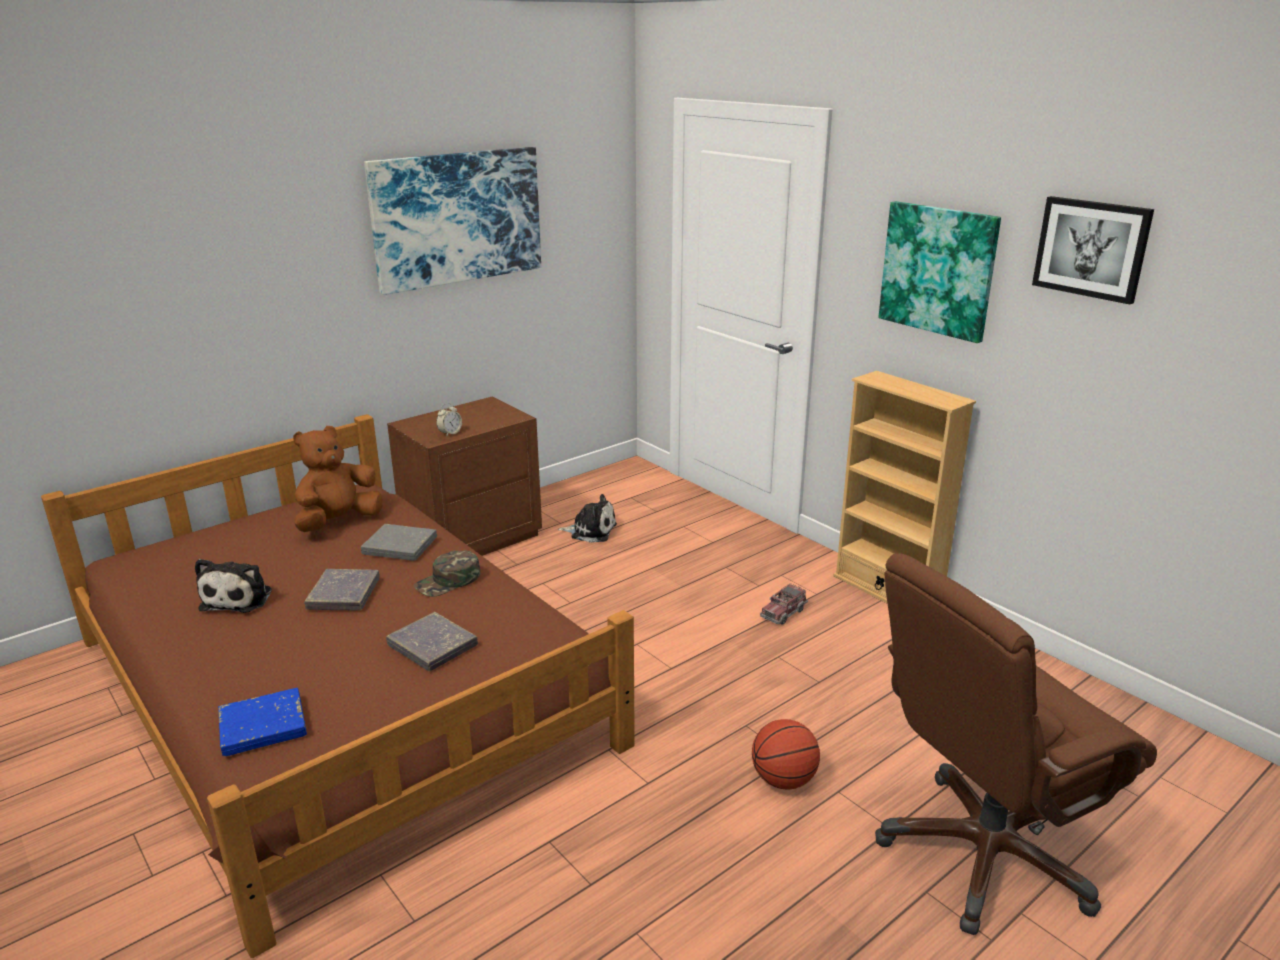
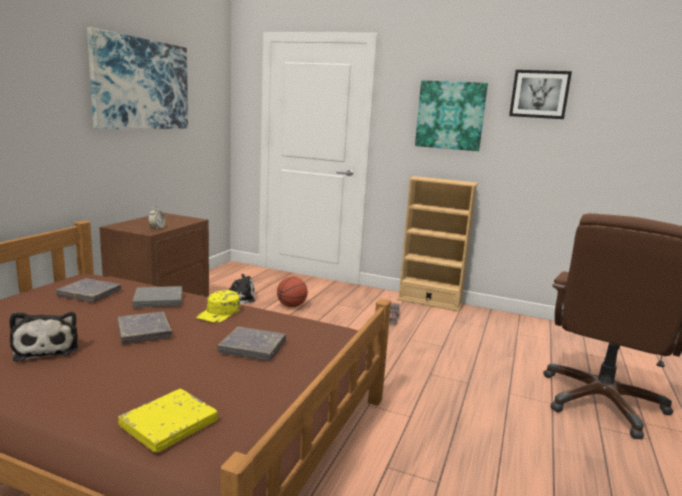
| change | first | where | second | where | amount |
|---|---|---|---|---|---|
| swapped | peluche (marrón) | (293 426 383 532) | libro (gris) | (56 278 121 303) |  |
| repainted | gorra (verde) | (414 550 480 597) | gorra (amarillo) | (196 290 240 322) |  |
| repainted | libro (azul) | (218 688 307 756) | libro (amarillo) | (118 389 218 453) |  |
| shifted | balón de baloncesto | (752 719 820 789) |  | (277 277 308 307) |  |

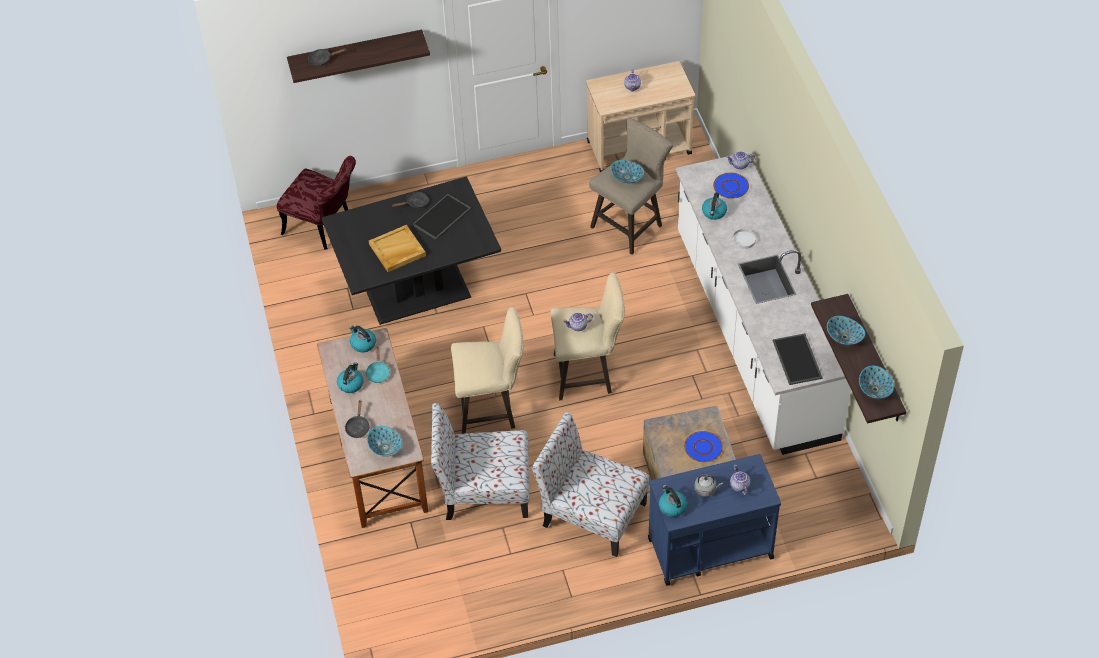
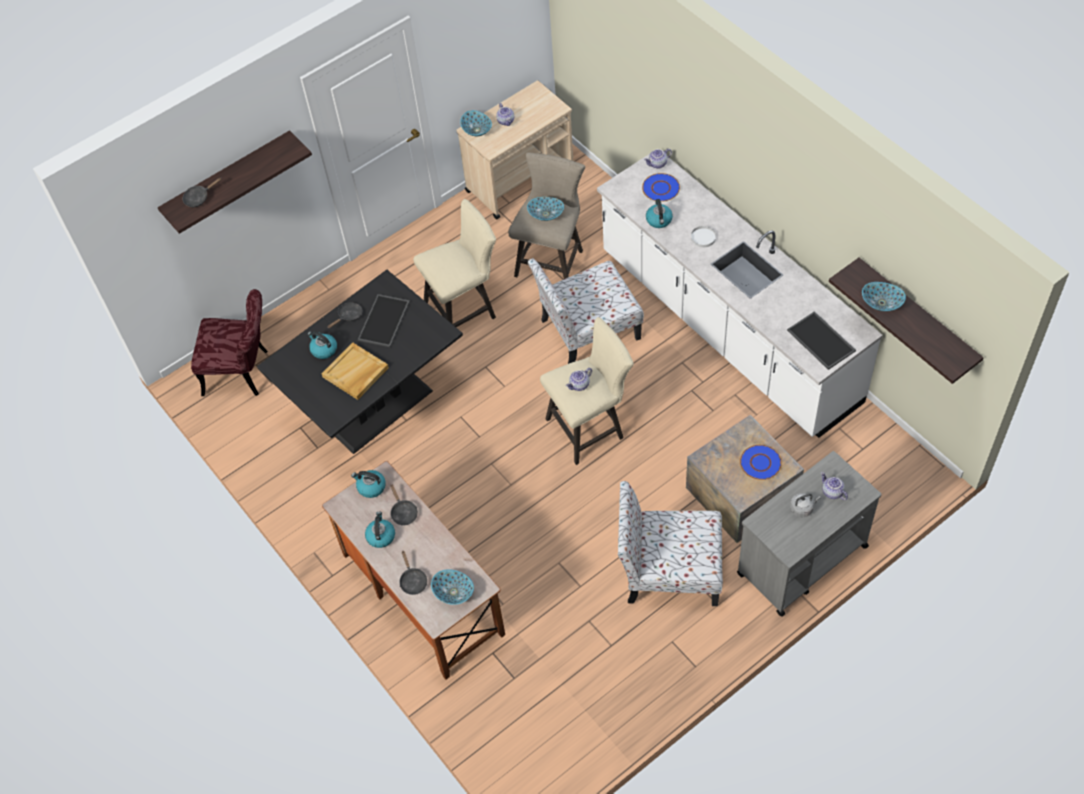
| change | first | where | second | where | amount |
|---|---|---|---|---|---|
| shifted | taburete (beis) | (451 307 524 434) |  | (413 199 496 327) |  |
| repainted | sartén (turquesa) | (366 346 390 383) | sartén (negro) | (390 485 418 525) |  |
| shifted | cuenco | (859 366 894 399) |  | (460 110 492 136) |  |
| shifted | silla | (431 403 530 520) |  | (528 258 644 364) |  |
| repainted | carrito (azul) | (648 454 781 586) | carrito (gris) | (737 451 881 616) |  |
| shifted | hervidor | (659 485 687 517) |  | (307 331 337 359) |  |

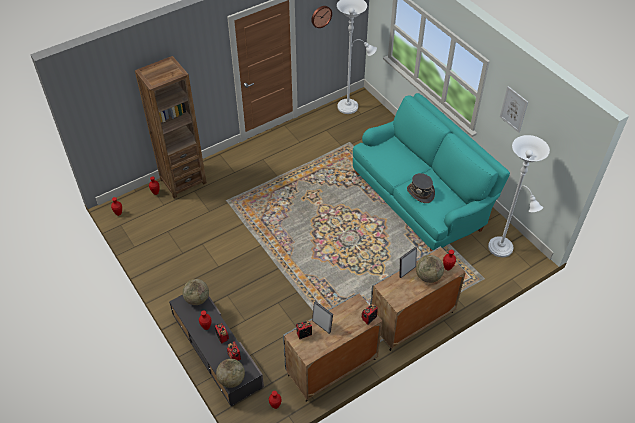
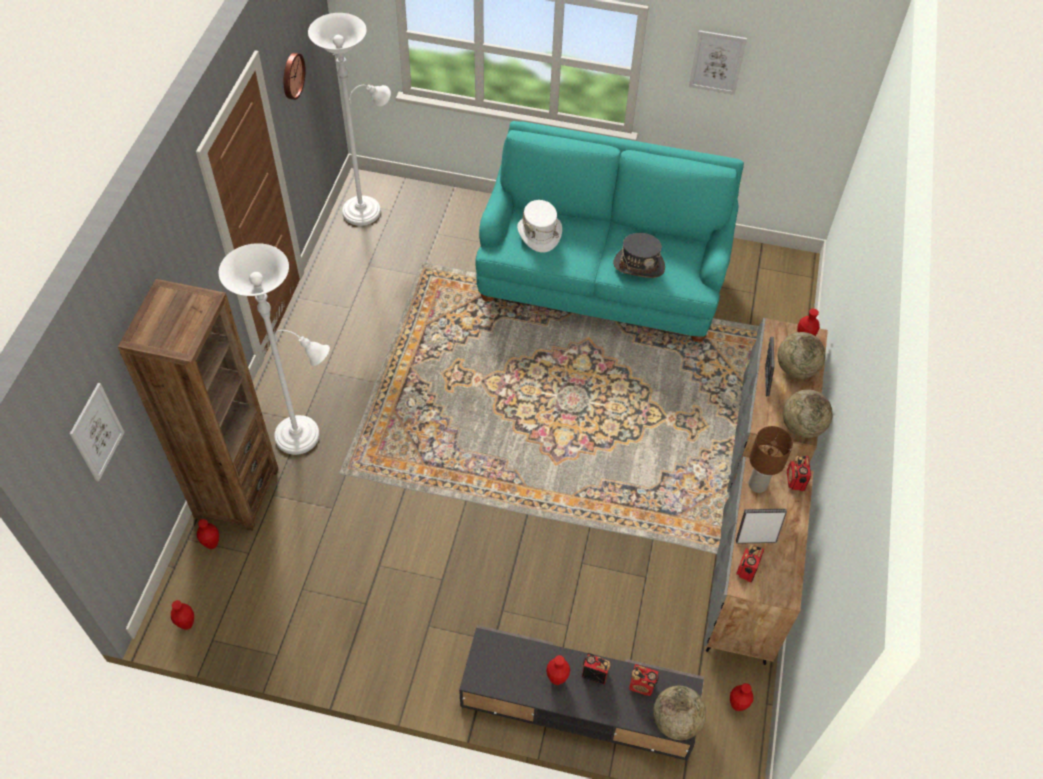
| change | first | where | second | where | amount |
|---|---|---|---|---|---|
| shifted | lámpara de pie (blanco) | (488 135 550 257) |  | (219 243 330 455) |  |
| shifted | globo terráqueo | (182 279 209 305) |  | (783 390 833 438) |  |
| new |  |  | sombrero (blanco) | (517 200 562 252) |  |
| new |  |  | cuadro | (70 383 125 482) |  |
| new |  |  | lámpara de mesa (marrón) | (749 426 793 493) |  |

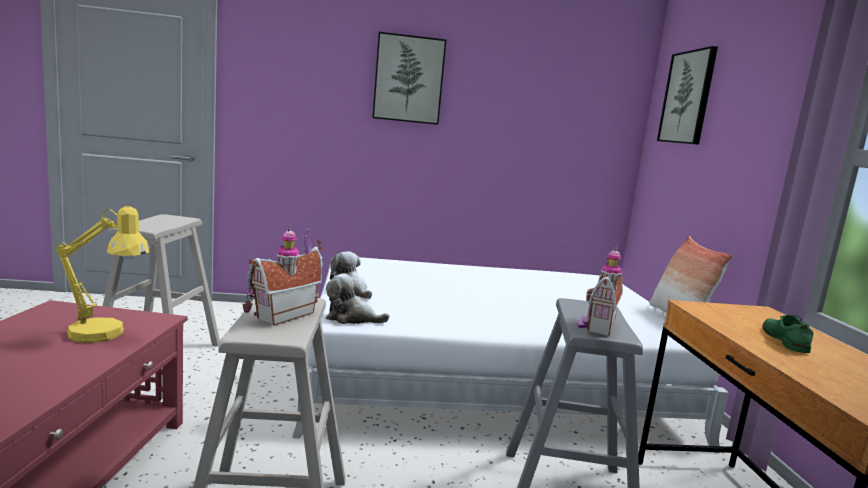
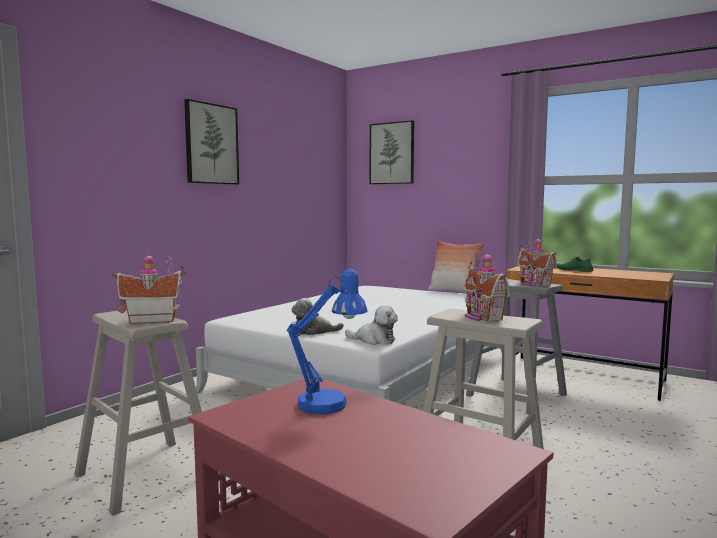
| change | first | where | second | where | amount |
|---|---|---|---|---|---|
| repainted | lámpara de mesa (amarillo) | (55 206 150 343) | lámpara de mesa (azul) | (287 269 368 414) |  |
| rotated | peluche | (326 273 390 324) |  | (345 305 398 345) | 120 degrees counterclockwise |
| new |  |  | casita | (112 252 186 324) |  |

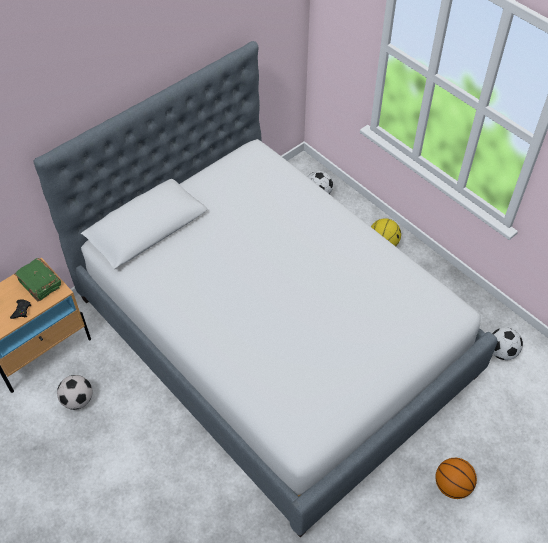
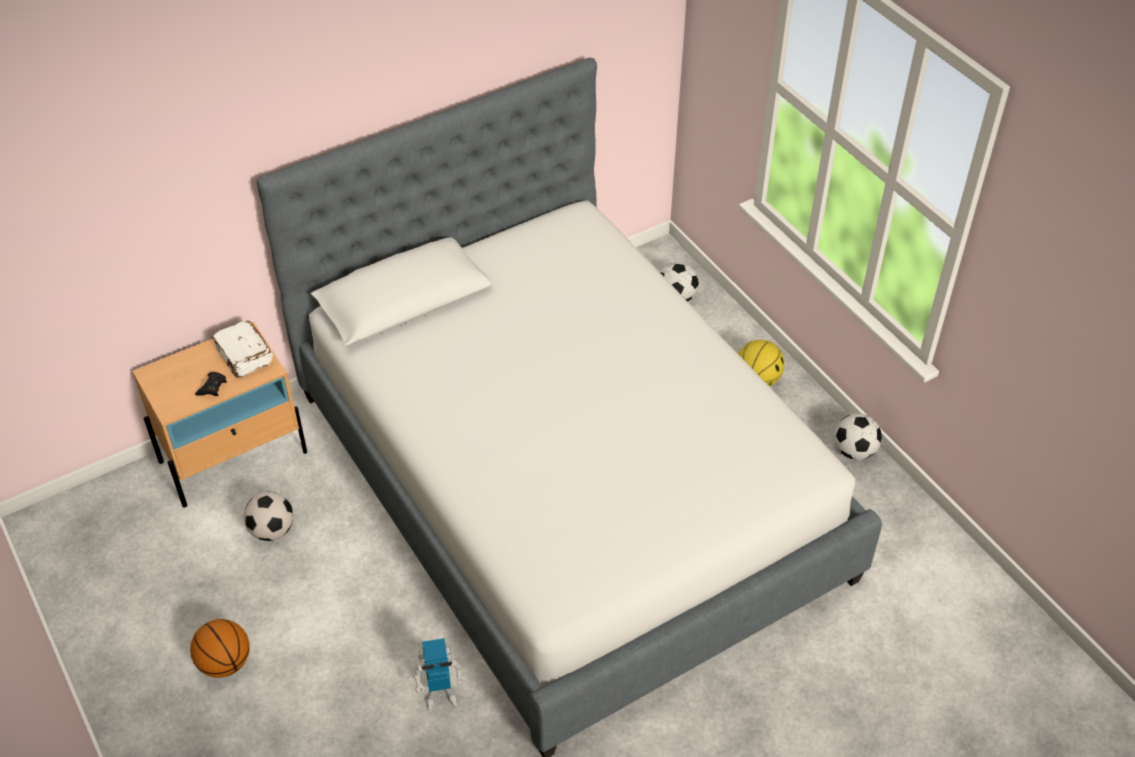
| change | first | where | second | where | amount |
|---|---|---|---|---|---|
| repainted | libro (verde) | (14 258 61 302) | libro (blanco) | (211 320 273 378) |  |
| shifted | balón de fútbol | (492 327 523 360) |  | (834 413 882 460) |  |
| shifted | balón de baloncesto | (436 458 477 499) |  | (190 619 250 678) |  |
| new |  |  | robot de juguete | (413 638 464 711) |  |

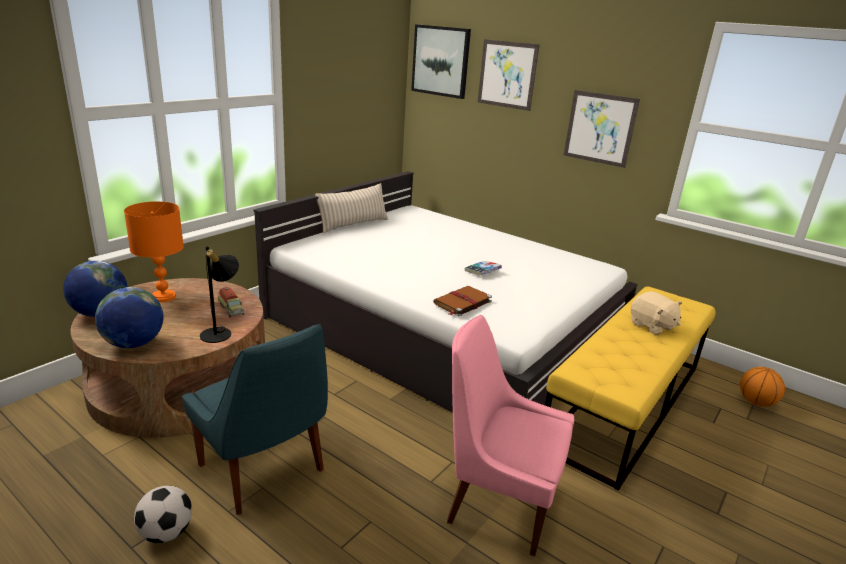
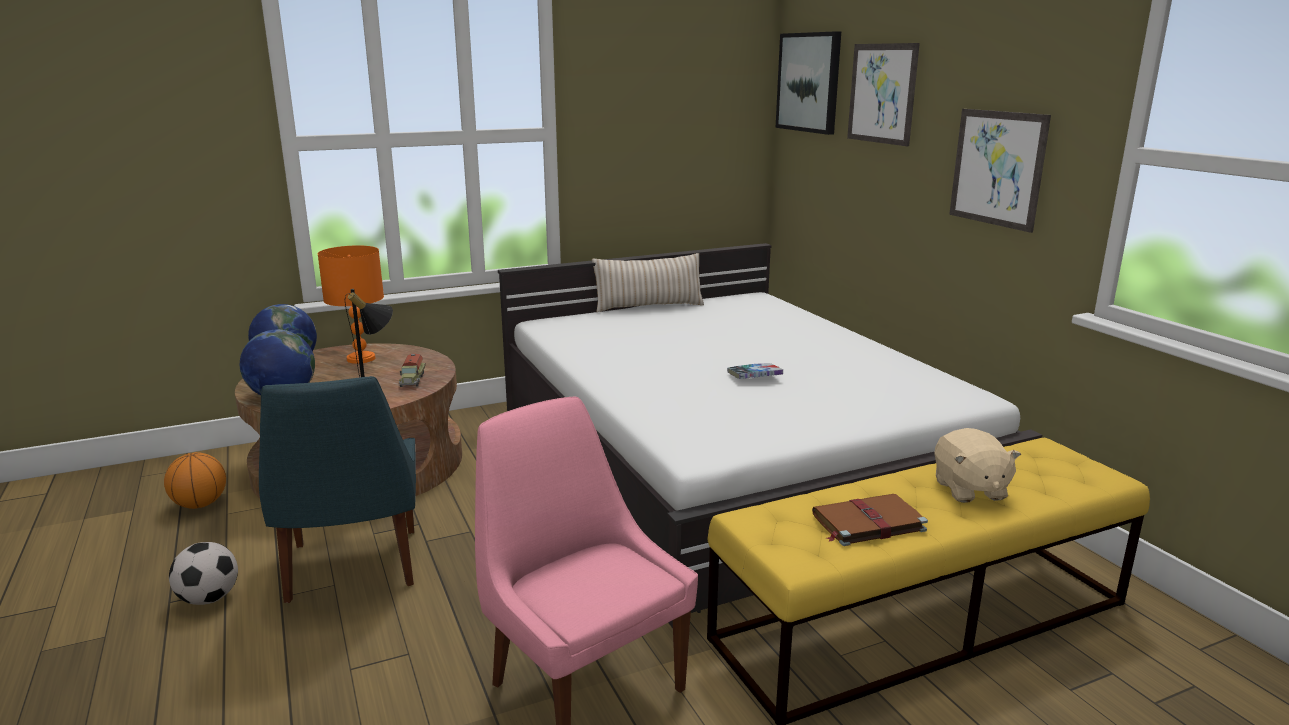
| change | first | where | second | where | amount |
|---|---|---|---|---|---|
| shifted | libro (marrón) | (433 286 492 317) |  | (812 494 928 546) |  |
| shifted | balón de baloncesto | (740 367 785 407) |  | (164 452 226 509) |  |

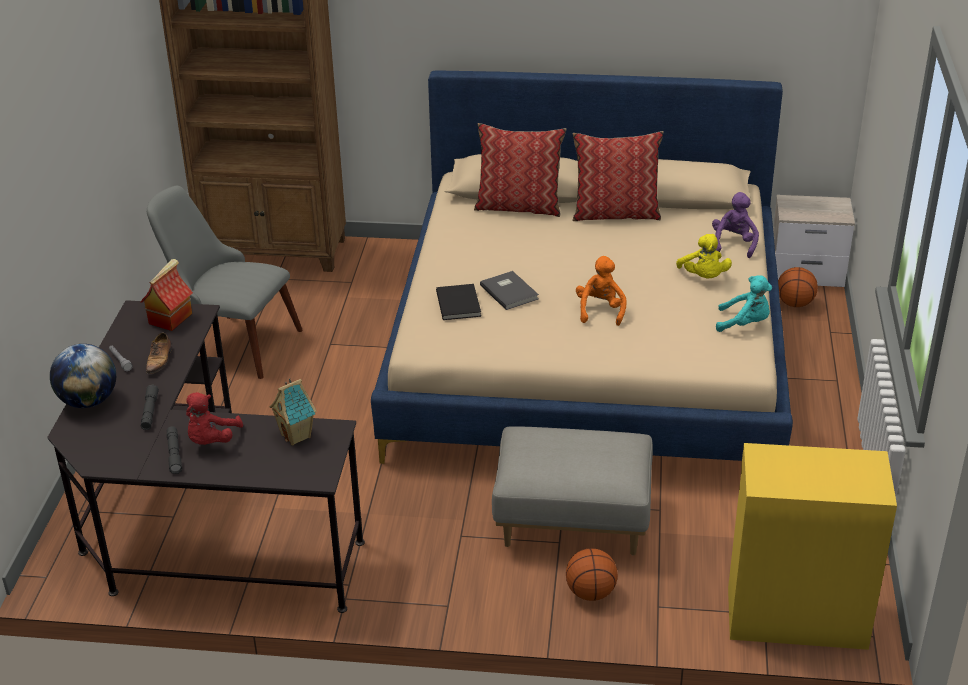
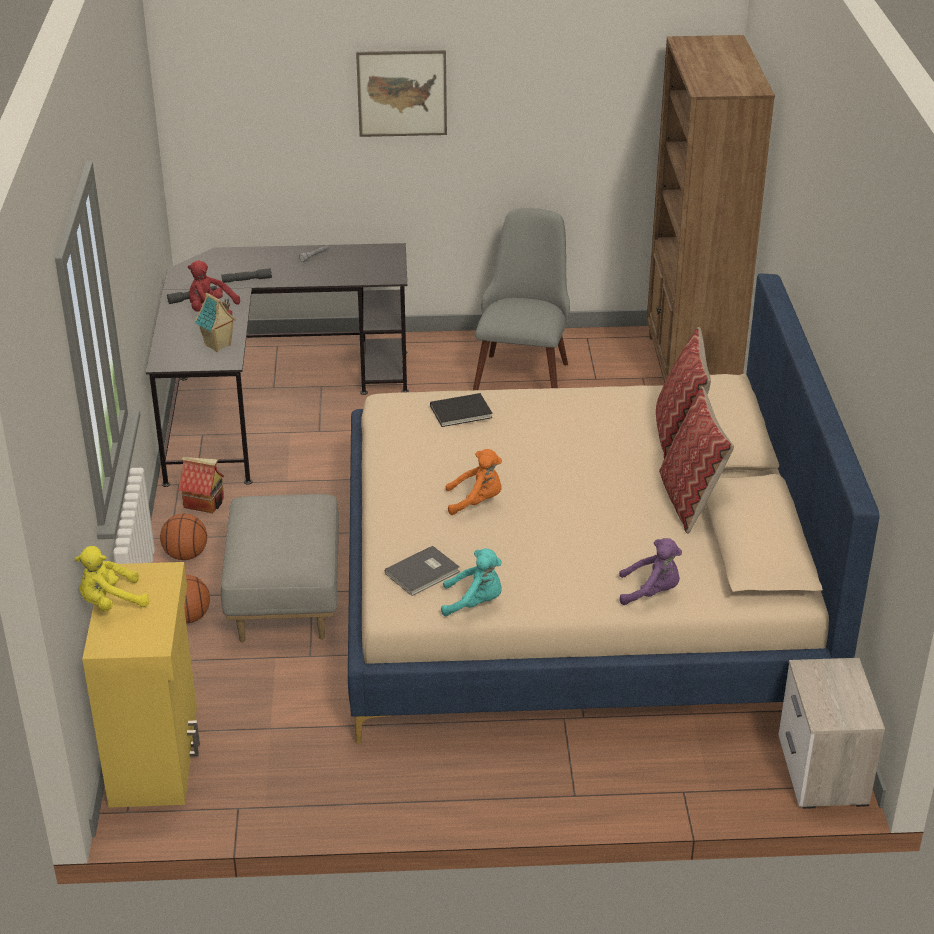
| change | first | where | second | where | amount |
|---|---|---|---|---|---|
| shifted | peluche (amarillo) | (676 234 732 278) |  | (75 546 149 612) |  |
| shifted | casita | (140 259 193 331) |  | (178 457 224 513) |  |
| shifted | balón de baloncesto | (778 267 818 307) |  | (160 514 207 560) |  |
| shifted | libro (gris) | (480 271 539 310) |  | (385 546 460 596) |  |
| rotated | peluche (turquesa) | (716 275 772 332) |  | (441 549 502 616) | 90 degrees counterclockwise |
| gone | zapato | (146 333 172 374) |  |  |  |
| gone | globo terráqueo | (50 344 116 408) |  |  |  |
| new |  |  | cuadro | (356 50 447 137) |  |

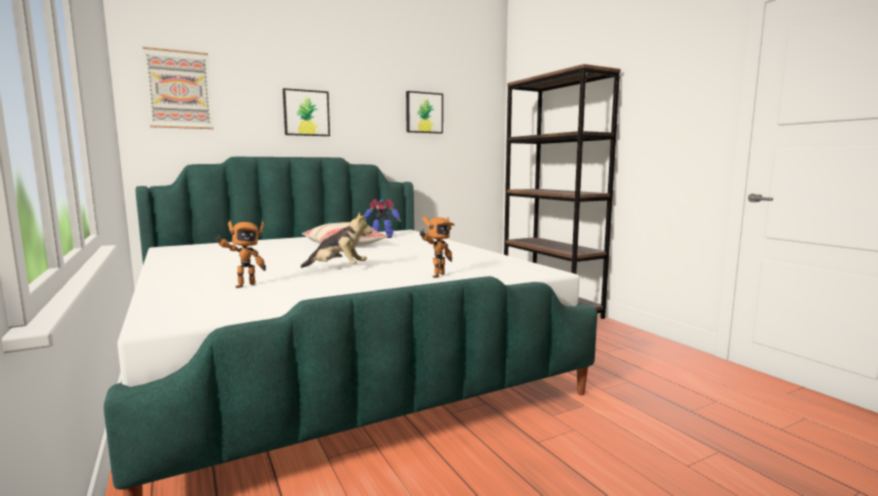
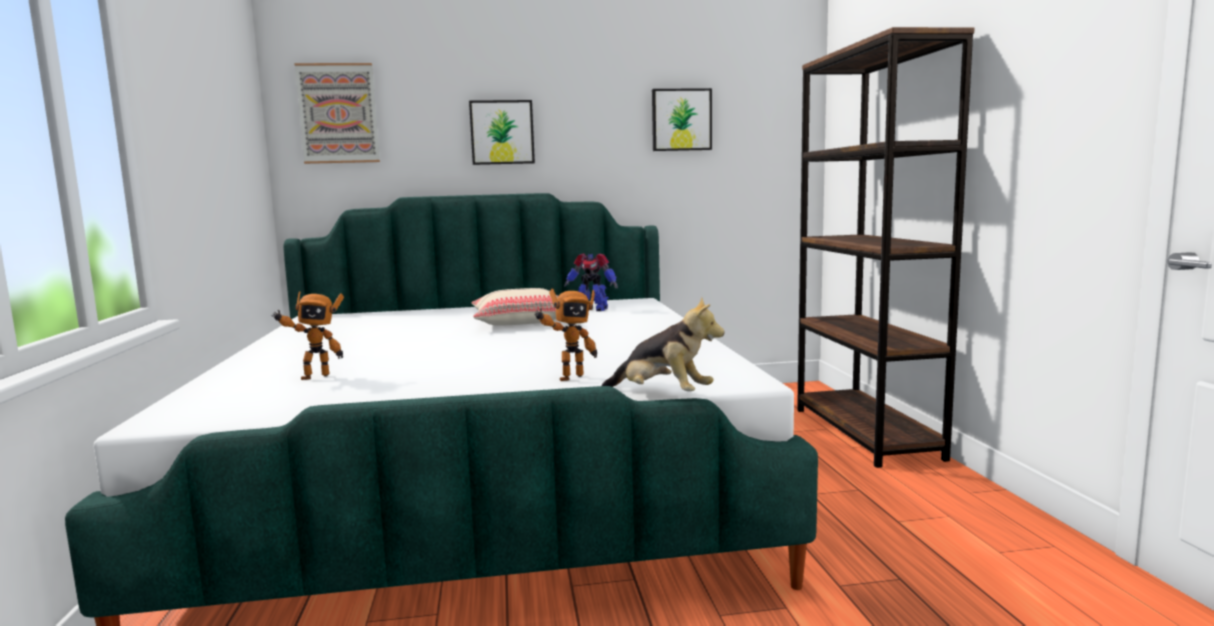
| change | first | where | second | where | amount |
|---|---|---|---|---|---|
| shifted | peluche | (301 213 372 268) |  | (602 297 724 391) |  |

